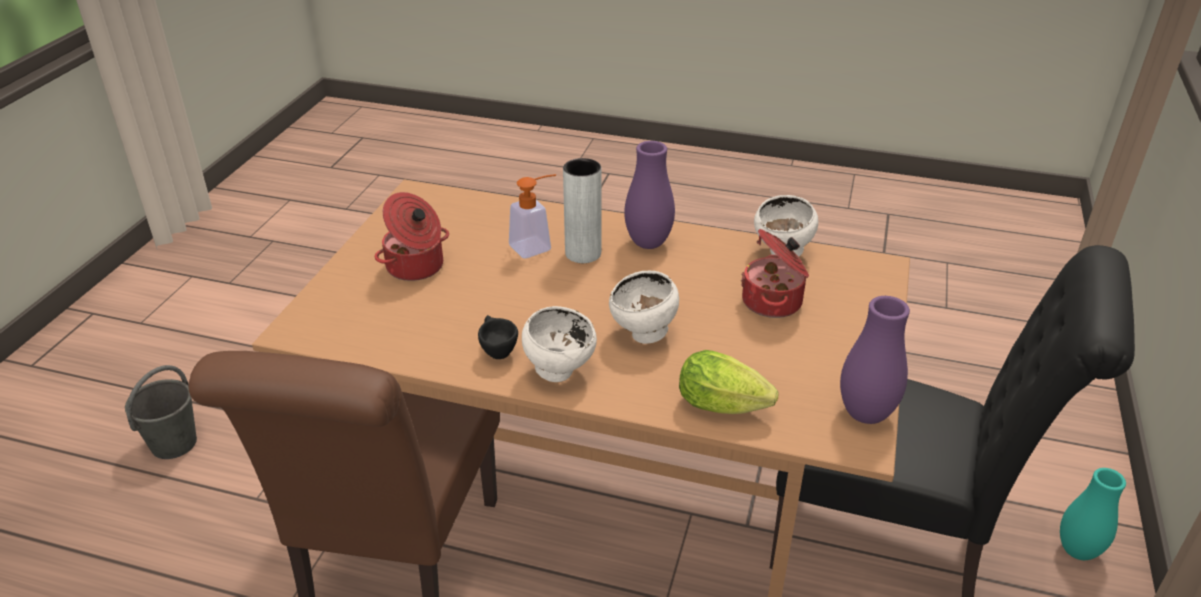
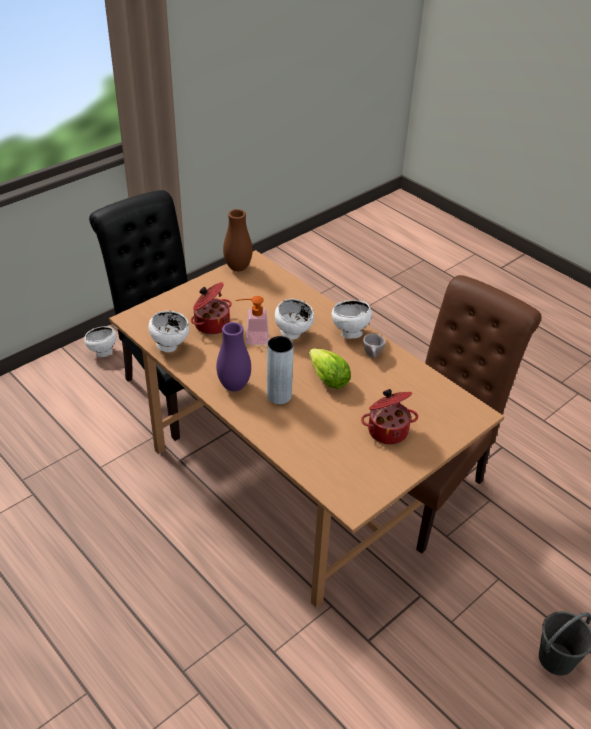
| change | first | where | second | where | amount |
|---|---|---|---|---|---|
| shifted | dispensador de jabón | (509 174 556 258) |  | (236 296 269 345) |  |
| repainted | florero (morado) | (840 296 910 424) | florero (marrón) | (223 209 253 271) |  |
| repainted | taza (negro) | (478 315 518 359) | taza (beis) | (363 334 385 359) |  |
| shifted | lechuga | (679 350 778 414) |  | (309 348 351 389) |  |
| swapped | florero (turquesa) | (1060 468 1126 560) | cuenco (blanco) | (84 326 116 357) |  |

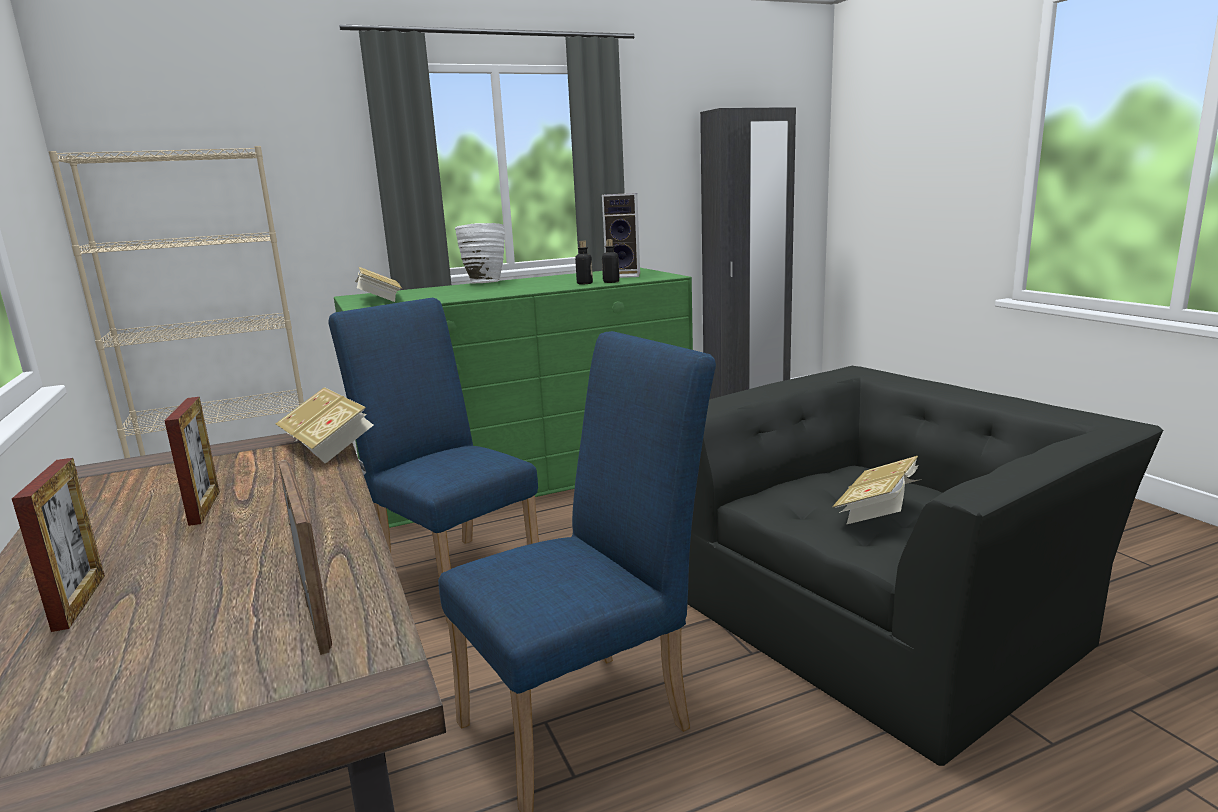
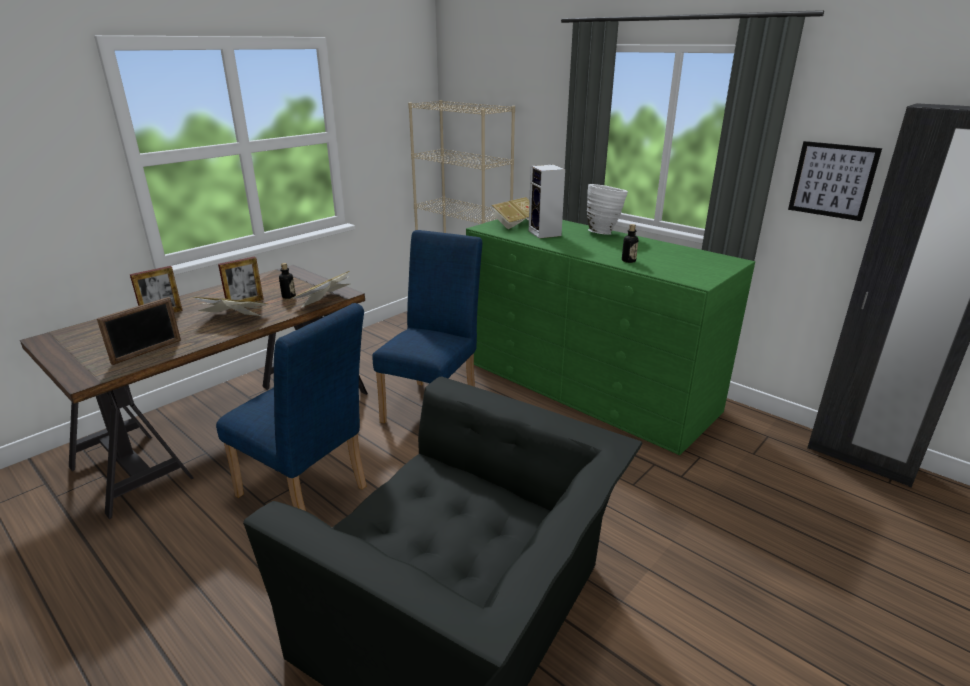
| change | first | where | second | where | amount |
|---|---|---|---|---|---|
| shifted | altavoz | (602 193 640 278) |  | (529 165 565 238) |  |
| shifted | botella | (602 239 620 283) |  | (279 263 296 299) |  |
| shifted | libro | (832 456 922 525) |  | (194 297 268 316) |  |
| new |  |  | cuadro | (788 141 882 221) |  |

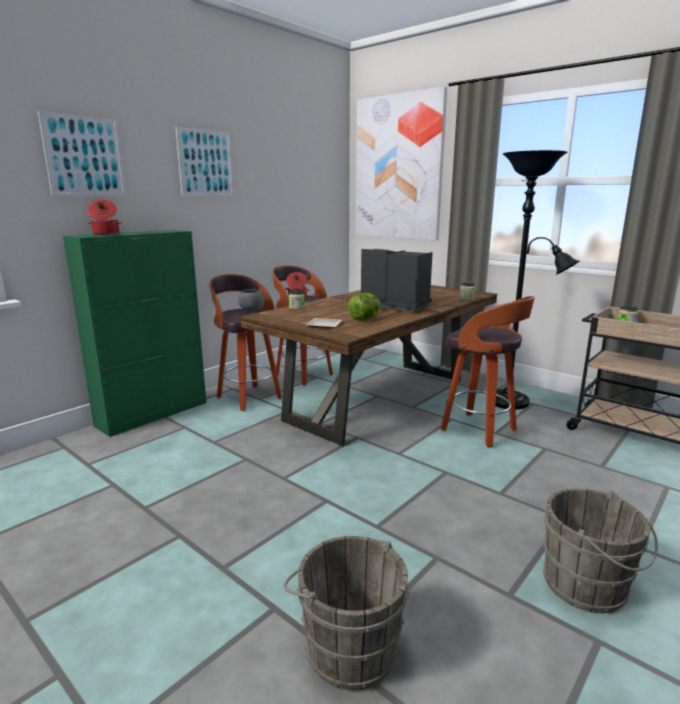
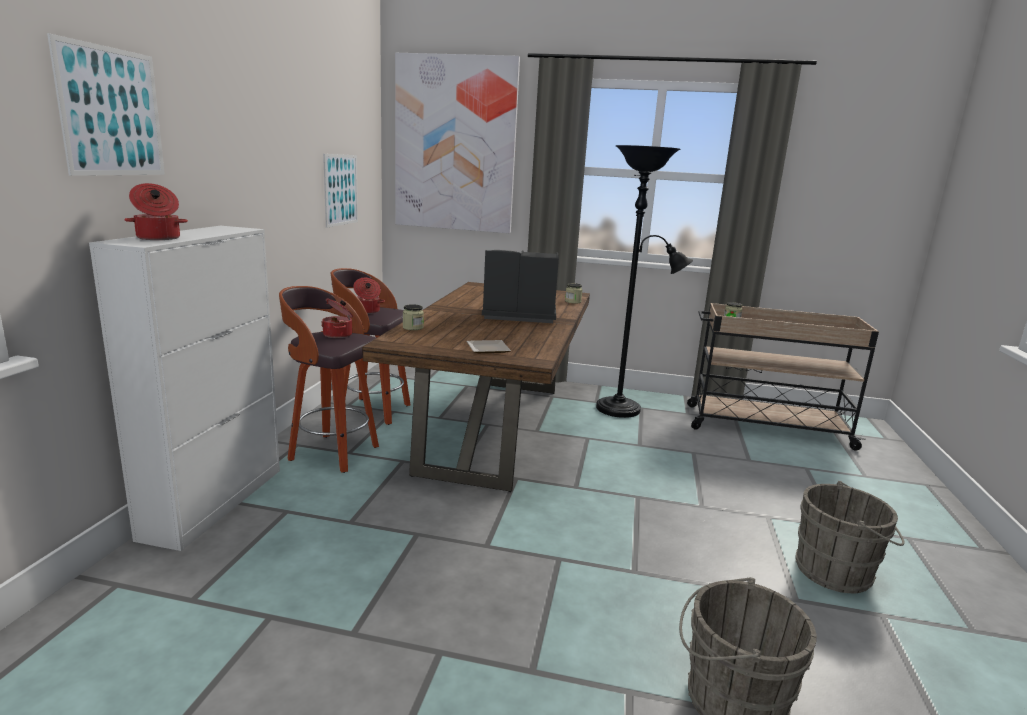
| change | first | where | second | where | amount |
|---|---|---|---|---|---|
| shifted | cuadro | (176 127 233 196) |  | (323 154 358 228) |  |
| repainted | armario (verde) | (63 230 206 437) | armario (blanco) | (89 226 280 551) |  |
| swapped | cuenco (gris) | (238 289 265 311) | olla | (321 298 353 338) |  |
| gone | lechuga | (348 293 380 320) |  |  |  |
| gone | taburete | (441 296 535 447) |  |  |  |

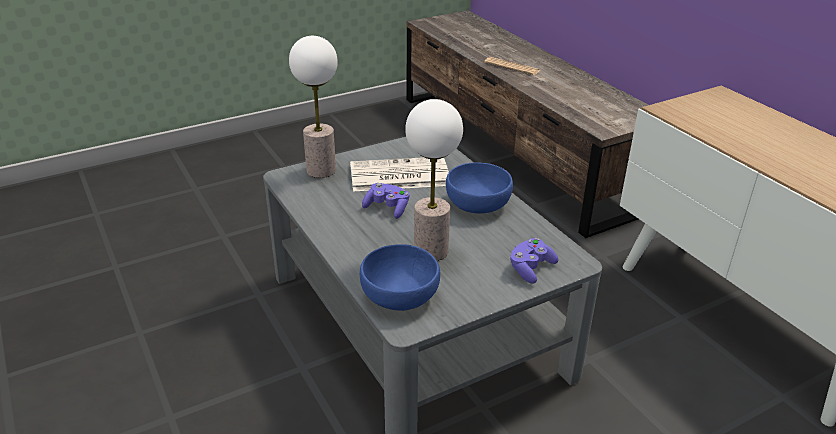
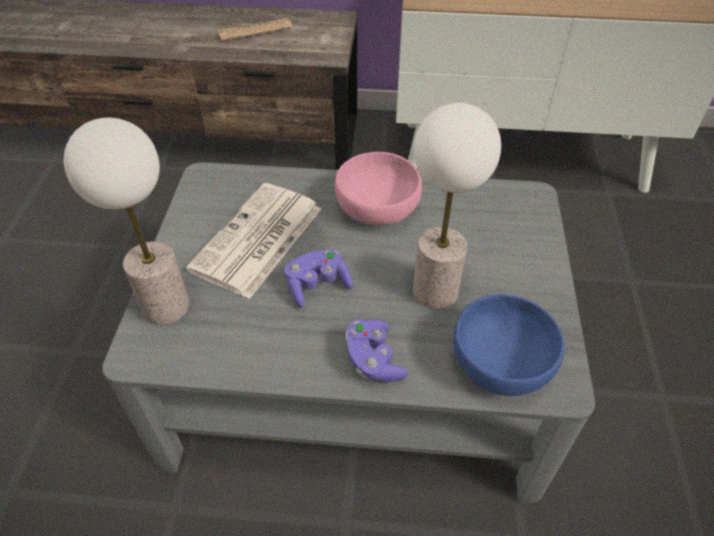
| change | first | where | second | where | amount |
|---|---|---|---|---|---|
| shifted | periódico | (484 57 540 75) |  | (218 18 292 41) |  |
| repainted | cuenco (azul) | (446 162 513 213) | cuenco (rosa) | (335 152 422 225) |  |
| shifted | mando de consola (morado) | (510 238 558 284) |  | (346 319 408 382) |  |

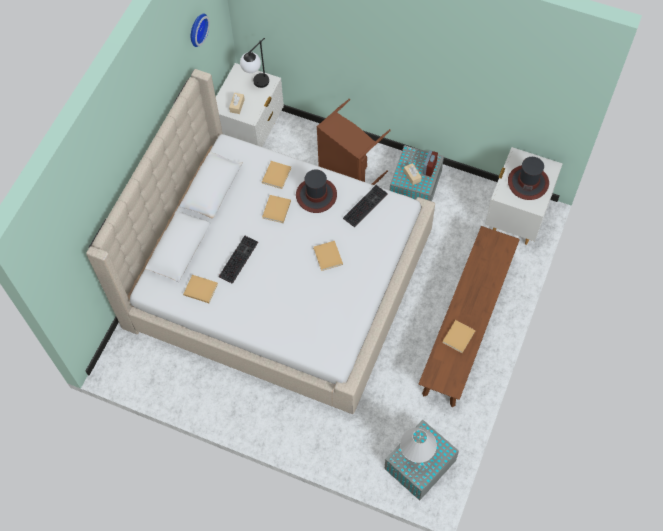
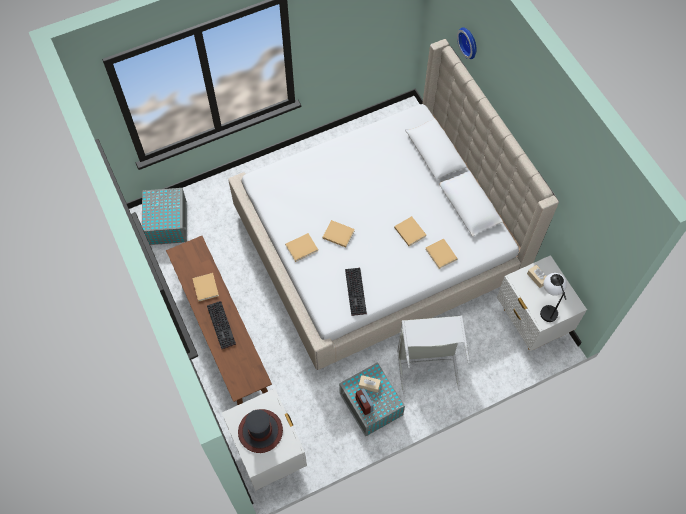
| change | first | where | second | where | amount |
|---|---|---|---|---|---|
| shifted | reloj de pared | (191 14 210 47) |  | (457 27 477 59) |  |
| repainted | cesto de la ropa (marrón) | (317 99 391 185) | cesto de la ropa (gris) | (397 316 470 395) |  |
| gone | sombrero | (296 169 337 213) |  |  |  |
| shifted | teclado | (219 235 258 284) |  | (207 301 236 349) |  |
| shifted | libro (beis) | (183 275 218 303) |  | (285 233 318 262) |  |
| gone | lámpara de mesa (blanco) | (400 427 437 463) |  |  |  |

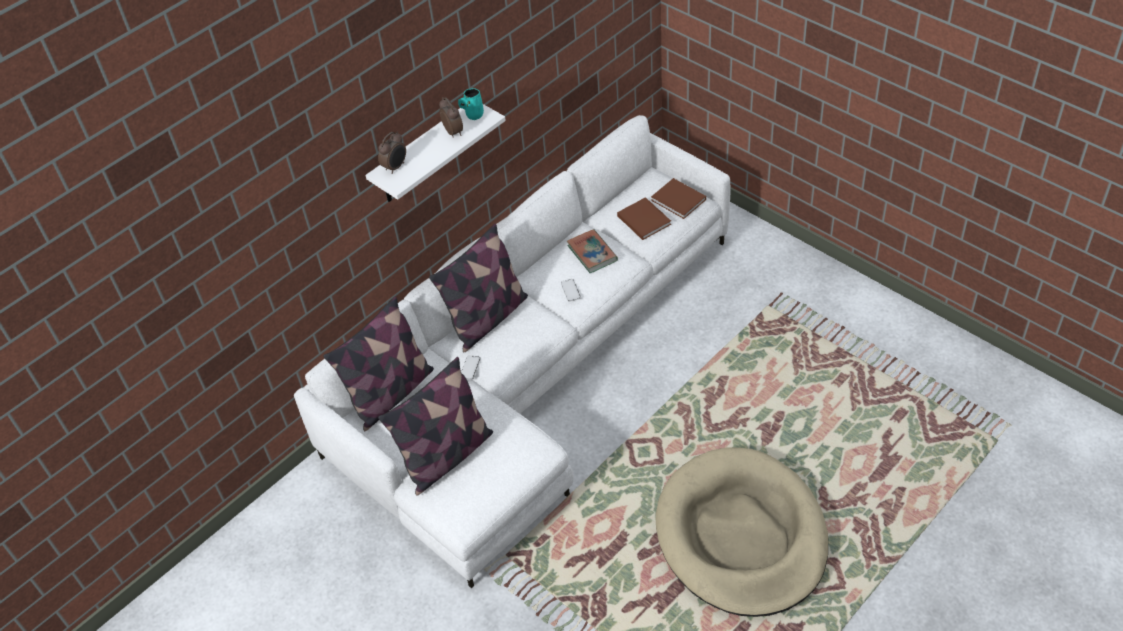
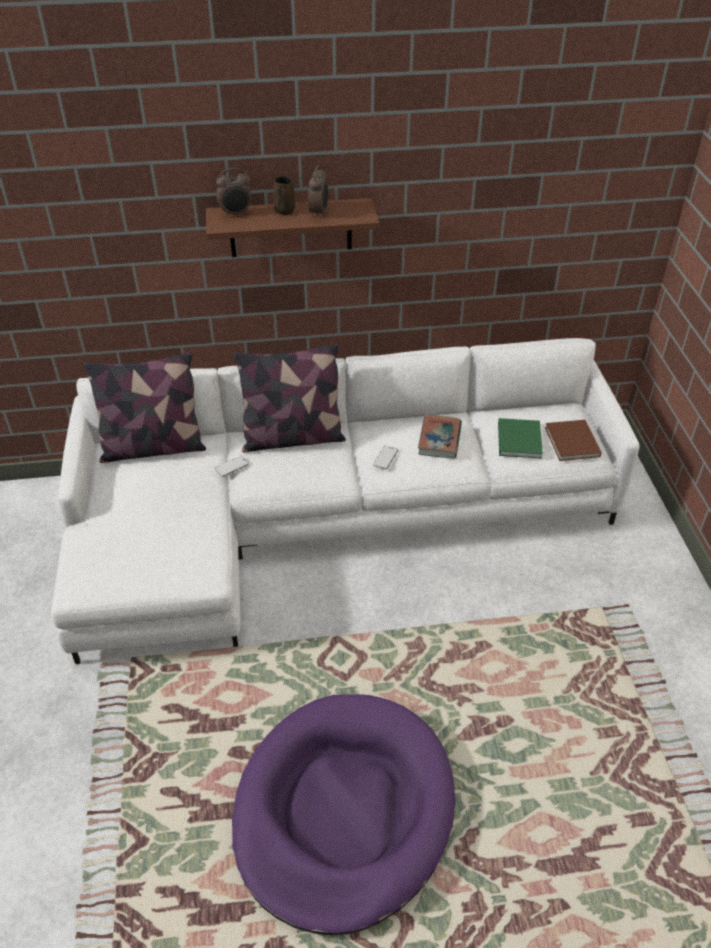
| change | first | where | second | where | amount |
|---|---|---|---|---|---|
| gone | taza grande (turquesa) | (458 88 484 120) |  |  |  |
| repainted | estante (blanco) | (365 104 506 202) | estante (marrón) | (206 198 379 257) |  |
| repainted | libro (marrón) | (617 197 671 240) | libro (verde) | (498 418 543 459) |  |
| gone | cojín | (378 357 493 496) |  |  |  |
| repainted | cama para perro (beis) | (656 447 828 617) | cama para perro (morado) | (232 694 455 935) |  |
| new |  |  | taza grande (marrón) | (274 176 295 215) |  |

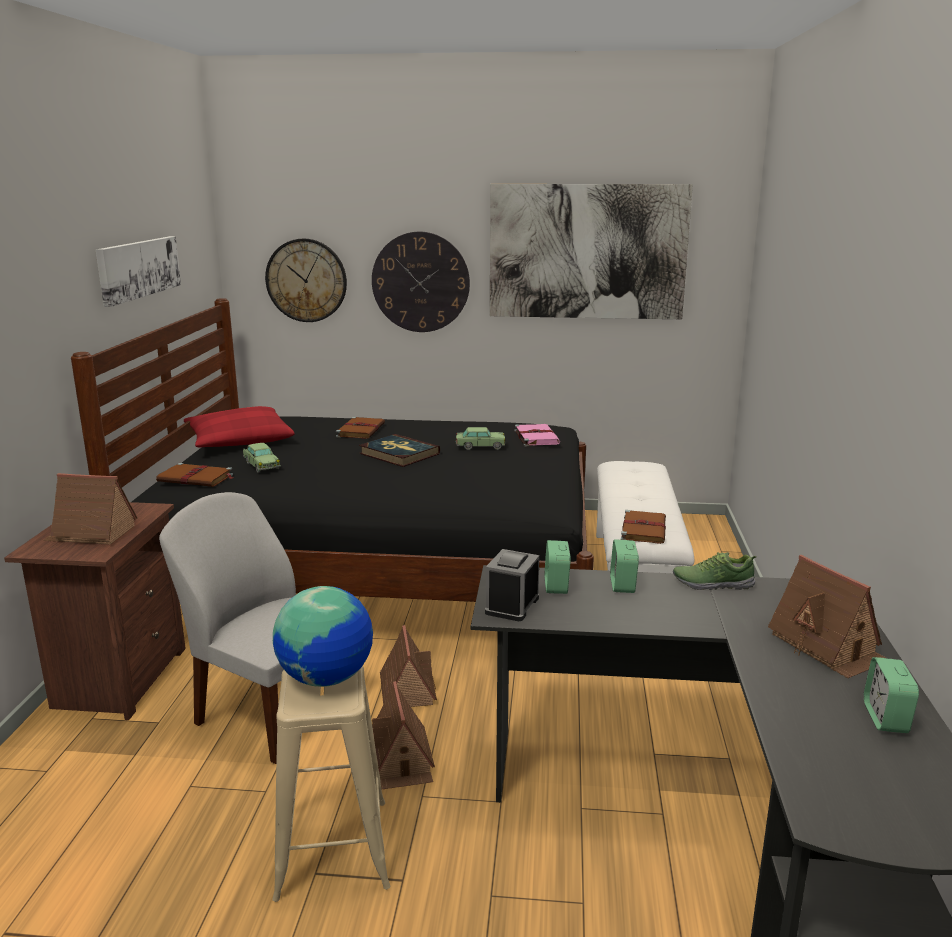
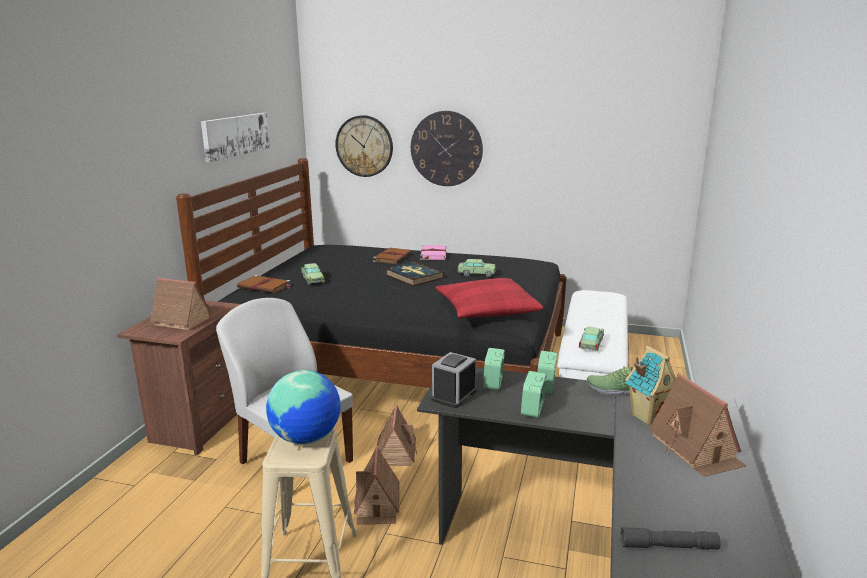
| change | first | where | second | where | amount |
|---|---|---|---|---|---|
| gone | cuadro | (490 184 693 319) |  |  |  |
| shifted | cojín (rojo) | (184 406 295 447) |  | (435 278 543 318) |  |
| shifted | libro (rosa) | (514 424 560 446) |  | (420 245 446 260) |  |
| swapped | libro (marrón) | (621 510 666 544) | coche de juguete | (579 326 604 351) |  |
| shifted | despertador | (864 657 919 733) |  | (521 371 547 418) |  |
| new |  |  | casita | (625 346 677 426) |  |
| new |  |  | linterna (gris) | (620 527 721 550) |  |

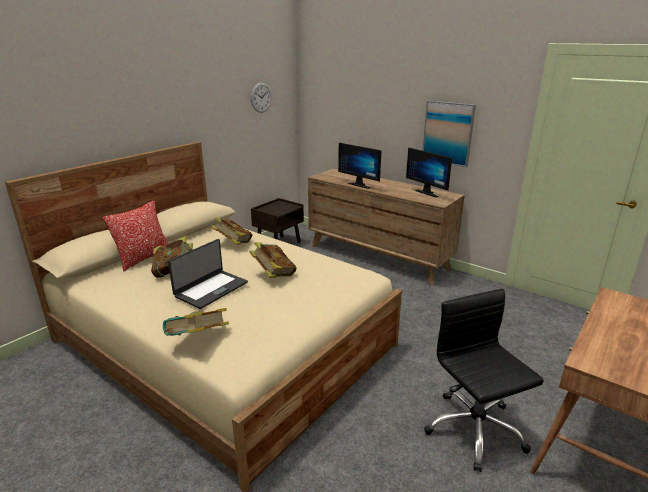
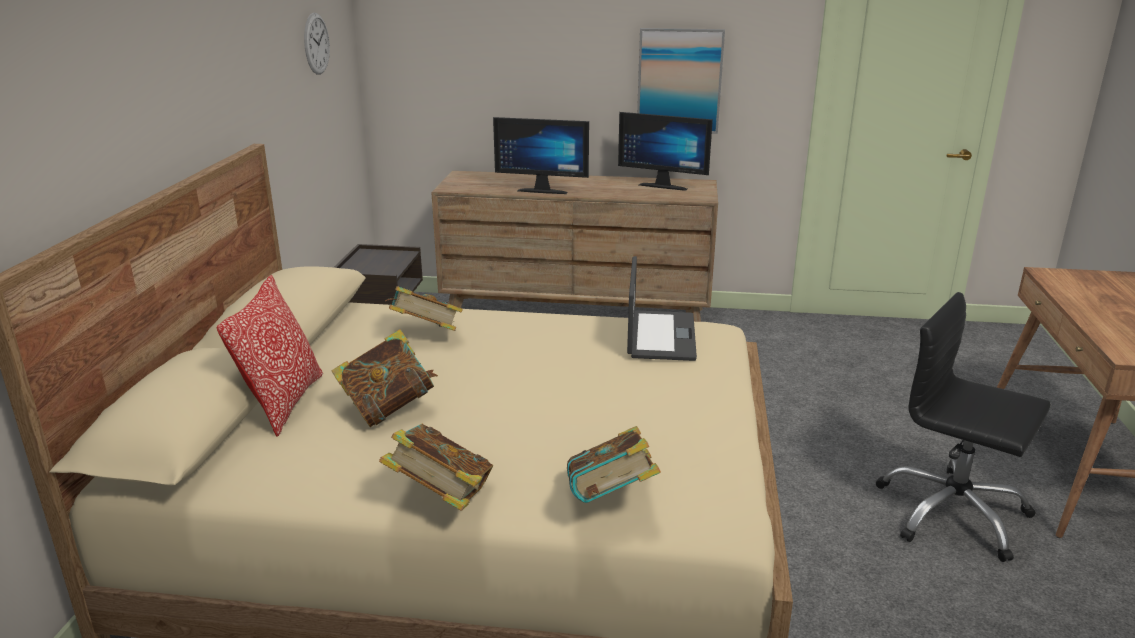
| change | first | where | second | where | amount |
|---|---|---|---|---|---|
| shifted | portátil | (168 239 248 309) |  | (627 256 697 361) |  |
| shifted | libro | (249 242 297 278) |  | (379 424 493 511) |  |

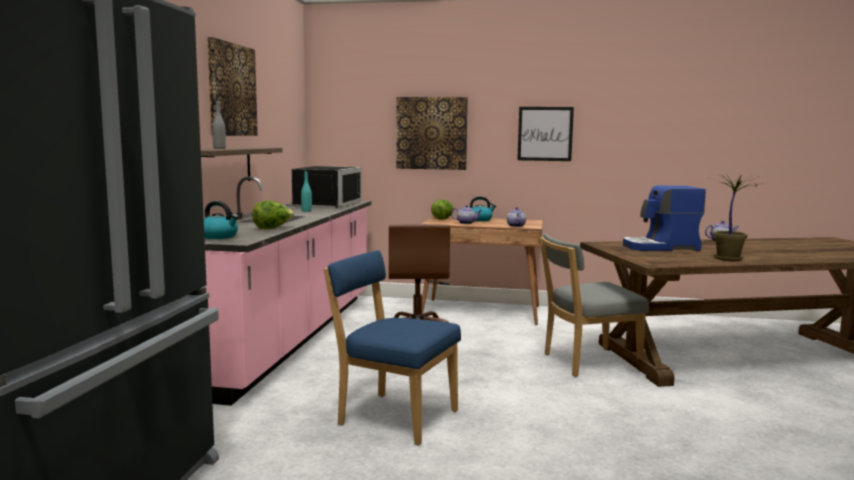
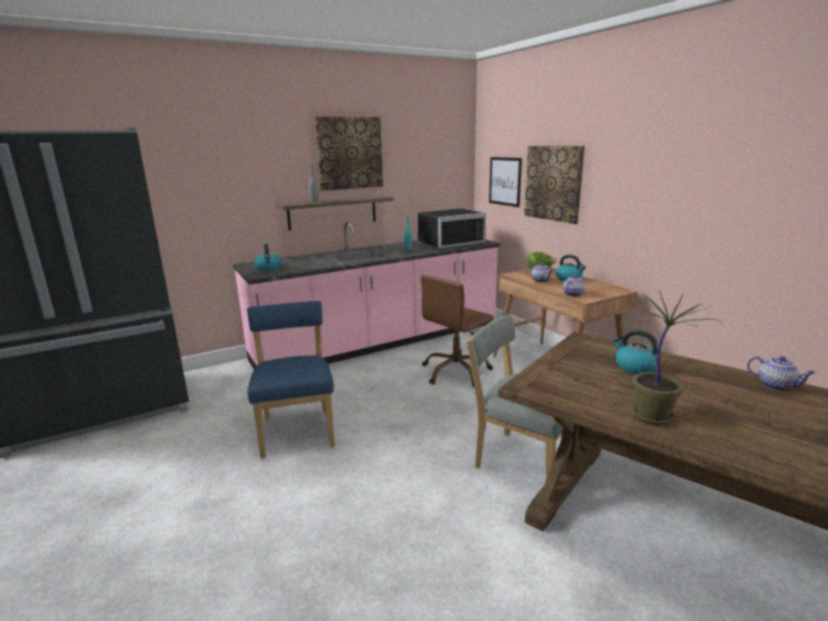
| change | first | where | second | where | amount |
|---|---|---|---|---|---|
| shifted | cuadro | (517 107 574 161) |  | (489 157 522 207) |  |
| swapped | cafetera | (623 186 706 251) | hervidor | (613 330 661 374) |  |
| gone | lechuga | (252 201 294 229) |  |  |  |

